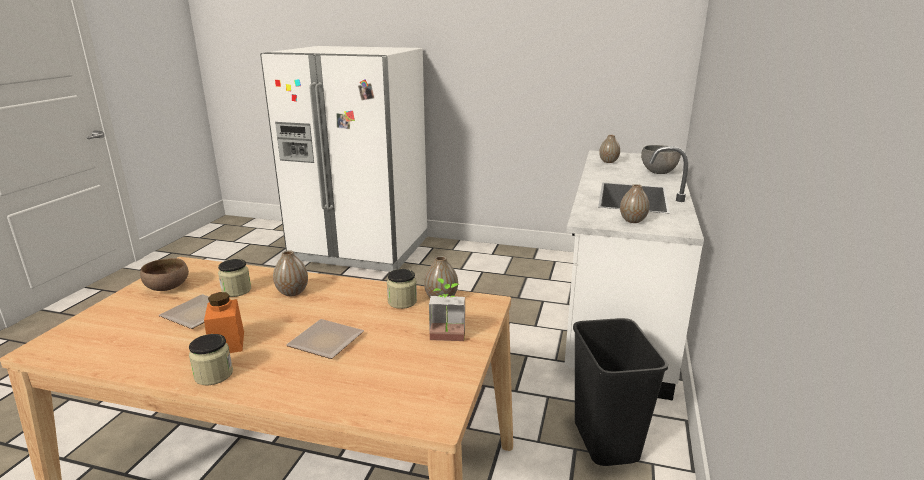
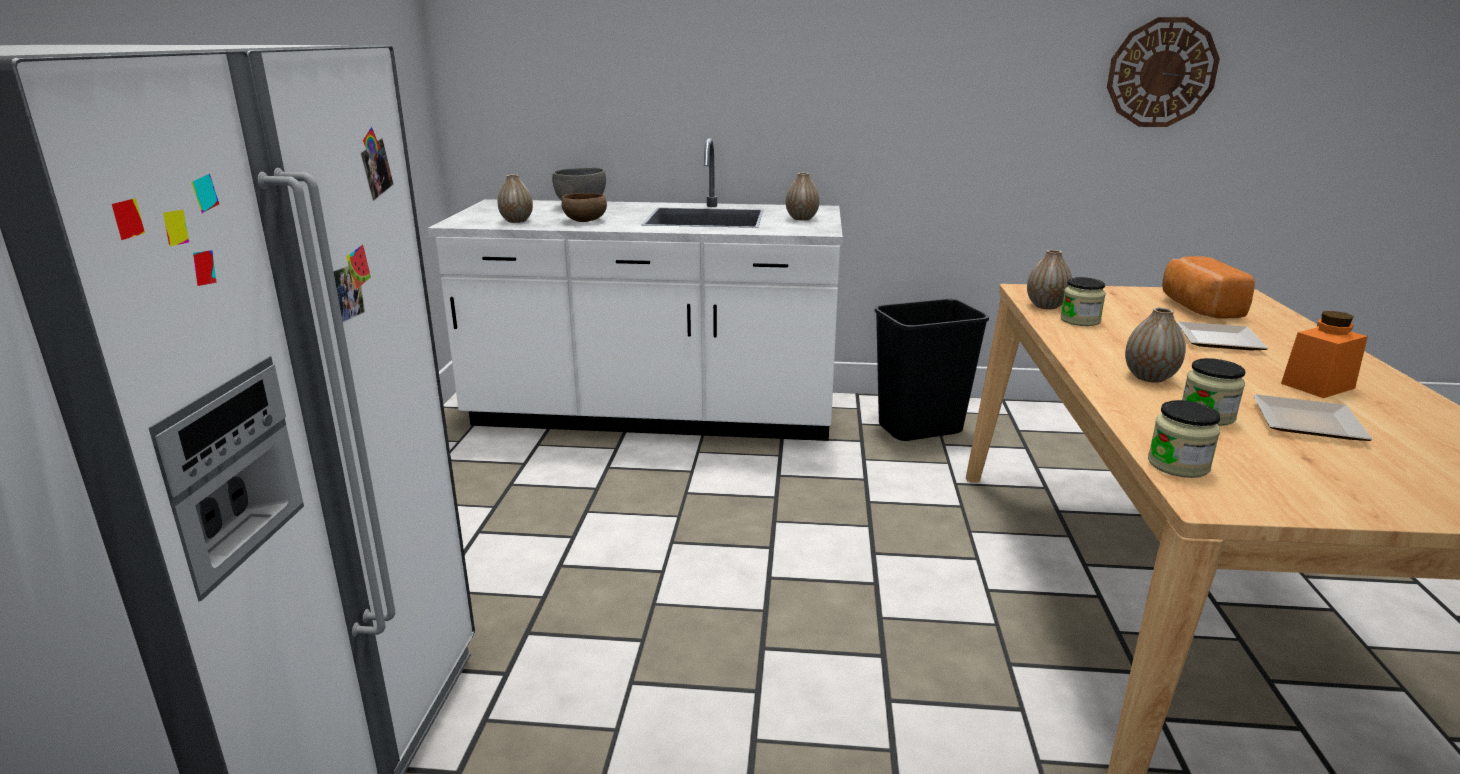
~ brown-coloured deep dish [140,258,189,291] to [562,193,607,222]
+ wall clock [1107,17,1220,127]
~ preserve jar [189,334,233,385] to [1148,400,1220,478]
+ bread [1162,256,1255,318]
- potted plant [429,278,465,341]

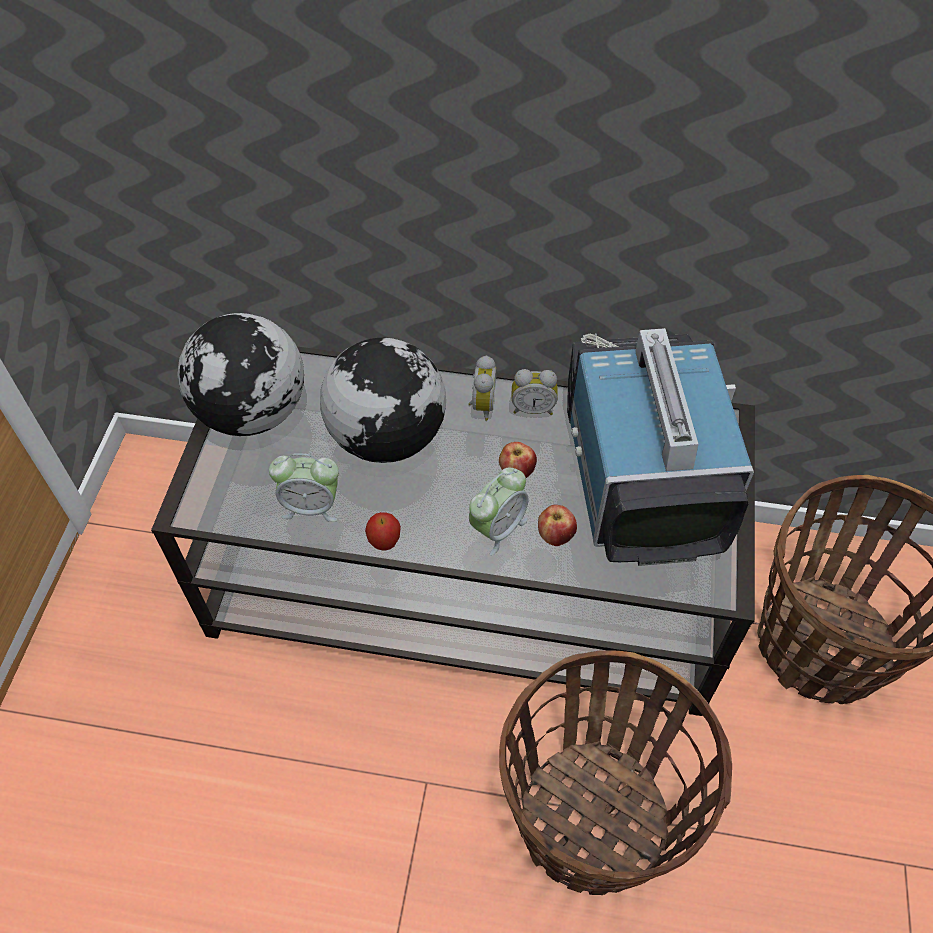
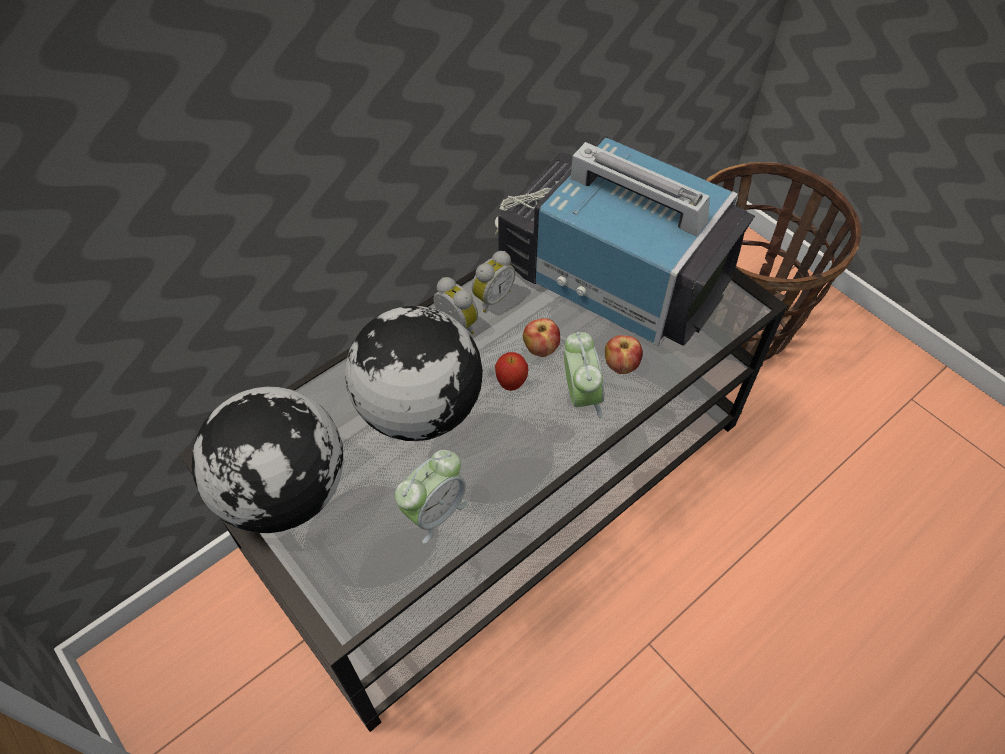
~ apple [365,512,401,551] to [495,352,528,391]
- storage basket [499,650,732,895]

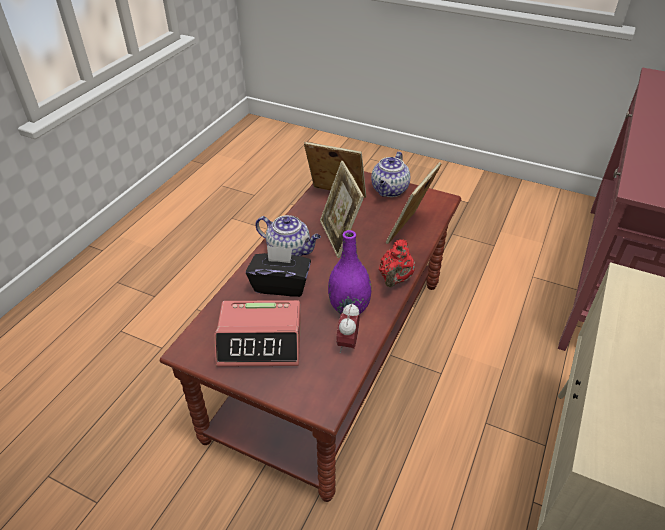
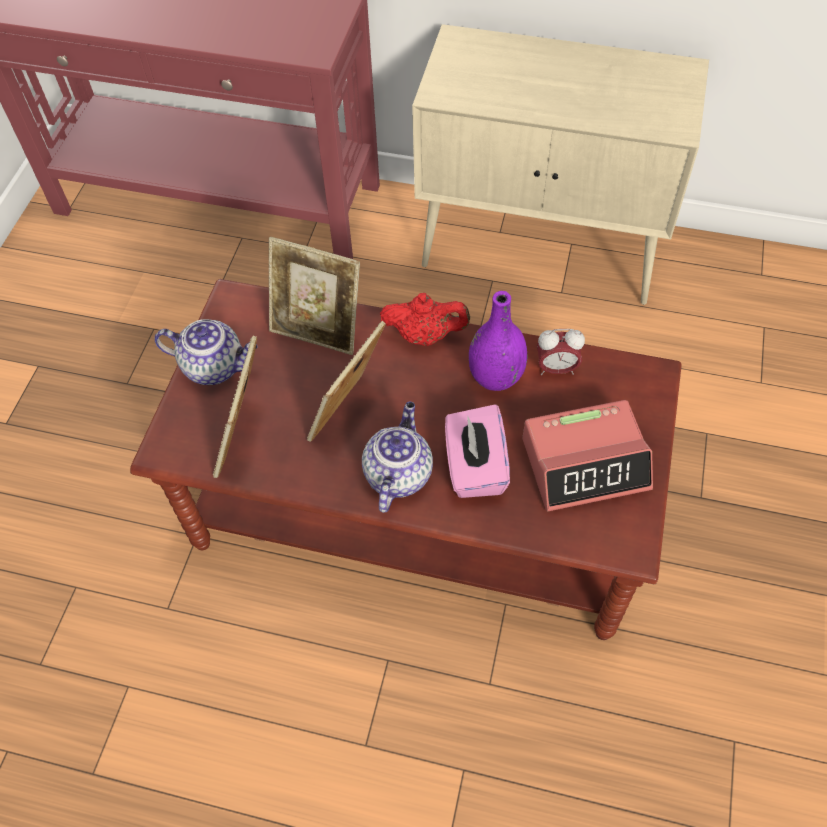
~ photo frame [320,161,364,258] = [307,321,386,442] 150 degrees clockwise
~ black tissue holder [246,245,311,297] to pink tissue holder [445,404,510,498]
~ table clock [214,300,301,367] = [522,400,653,512] 90 degrees clockwise

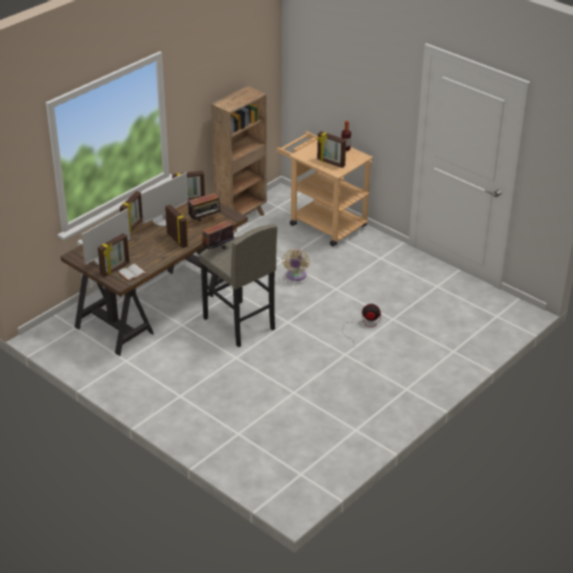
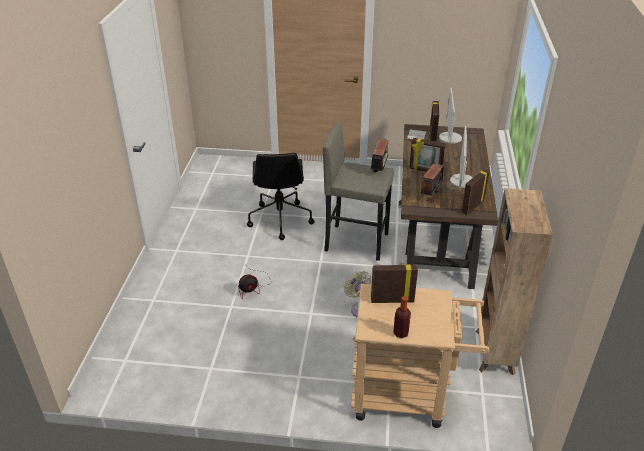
+ black desk chair [247,152,315,240]
- photo frame [120,191,143,232]

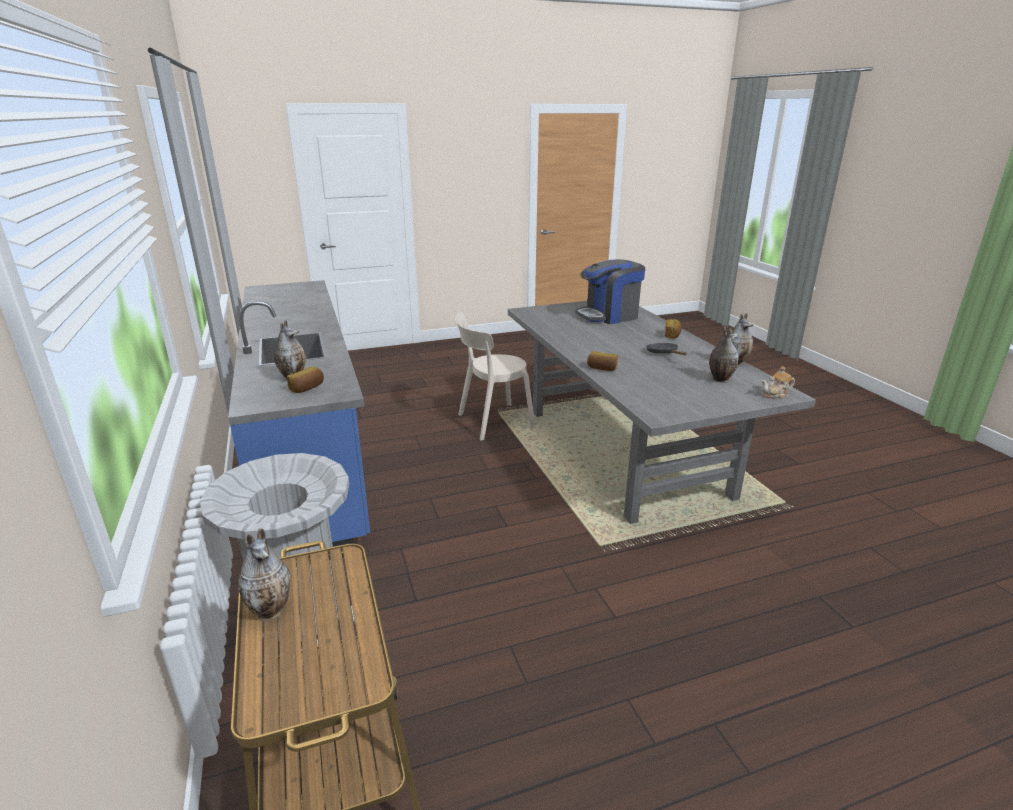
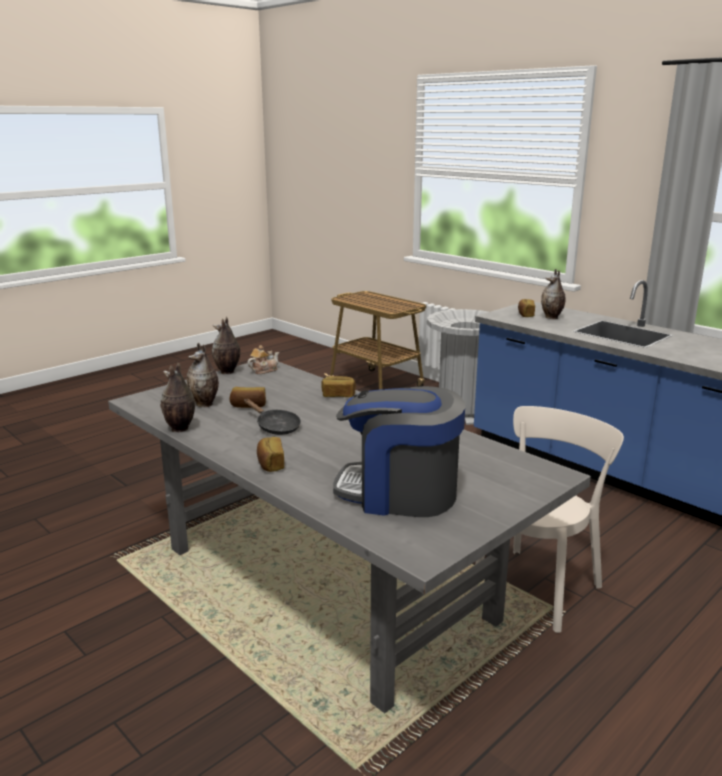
~ vase [238,528,290,621] to [212,317,240,374]
+ bread [230,387,266,408]
~ teapot [761,366,795,399] to [247,345,279,374]
~ coffee brewer [575,259,645,324] = [333,386,465,517] 120 degrees counterclockwise

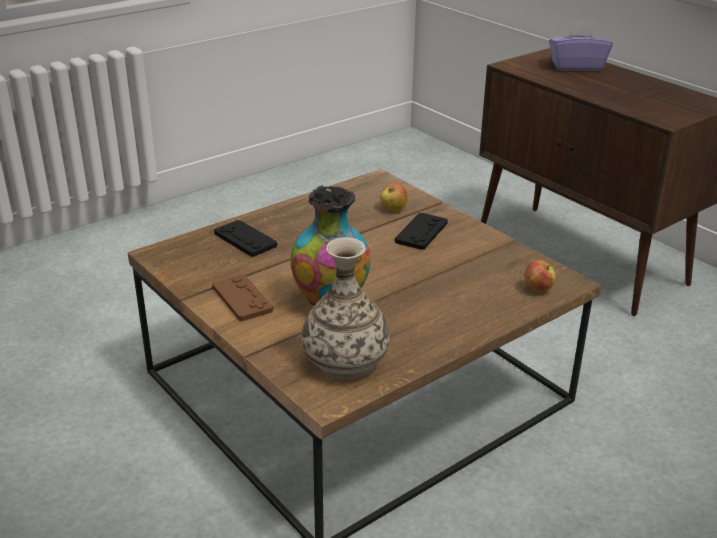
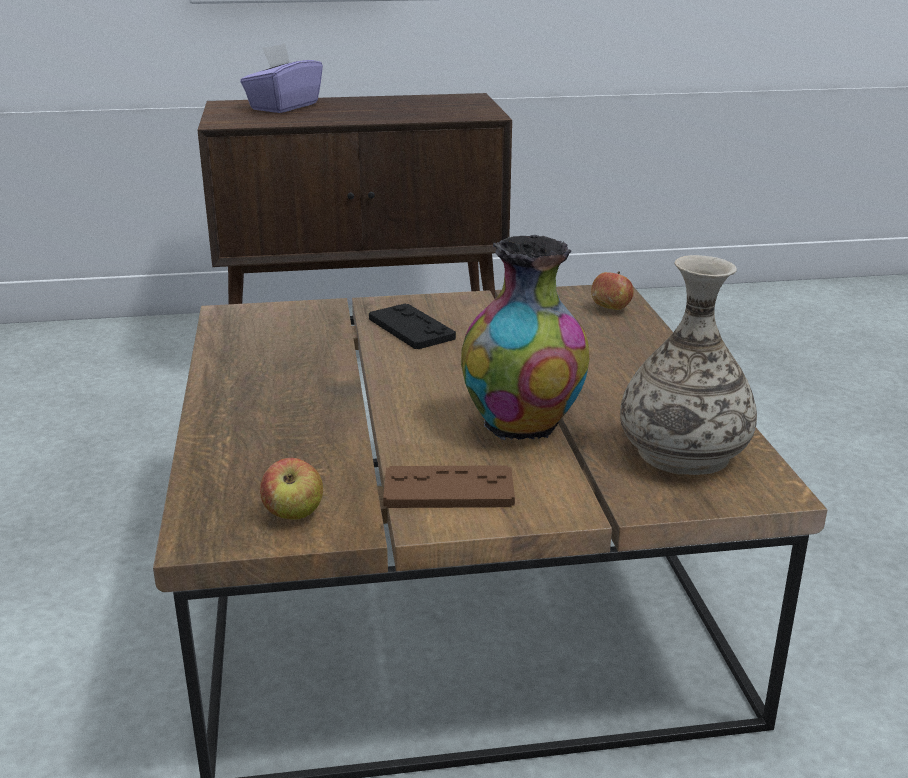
~ apple [380,183,408,211] to [260,458,323,520]
- black game controller [214,220,277,257]

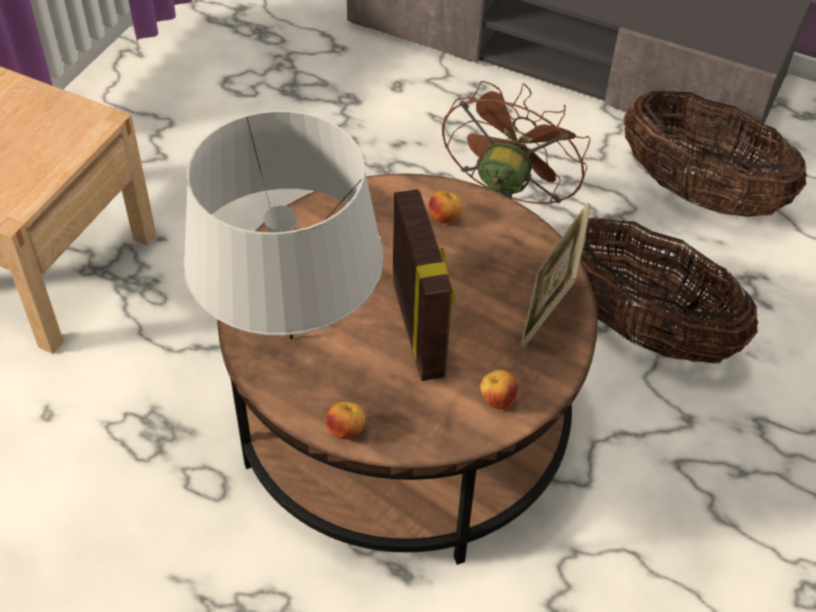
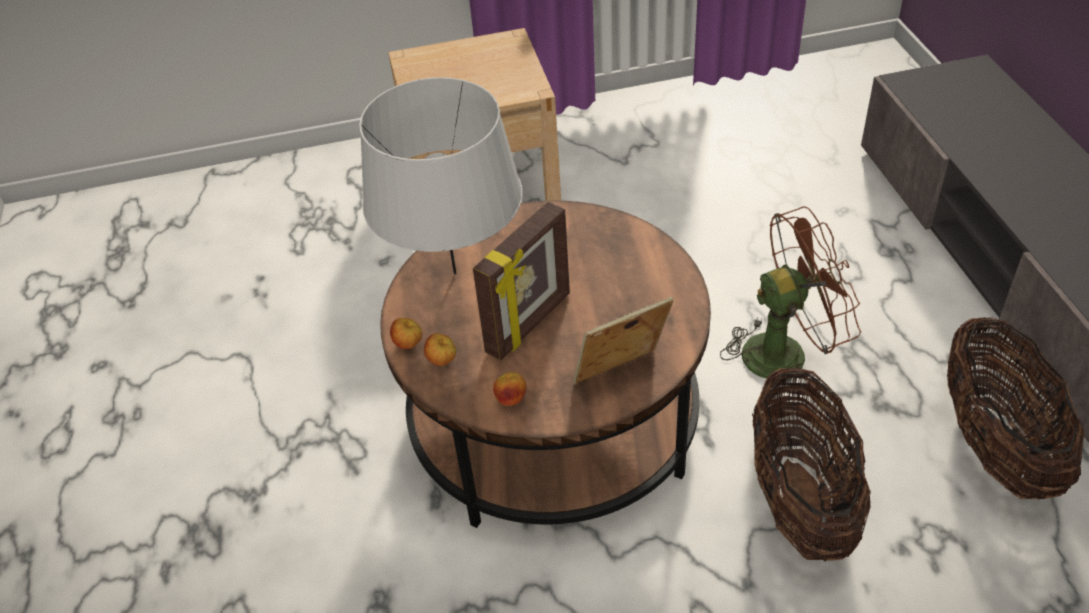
~ apple [429,190,462,223] to [424,333,456,366]

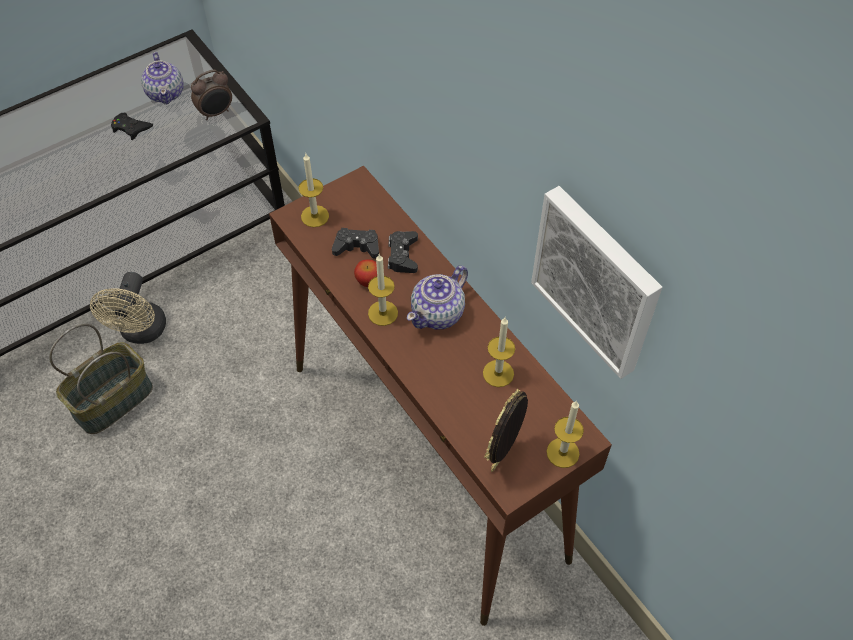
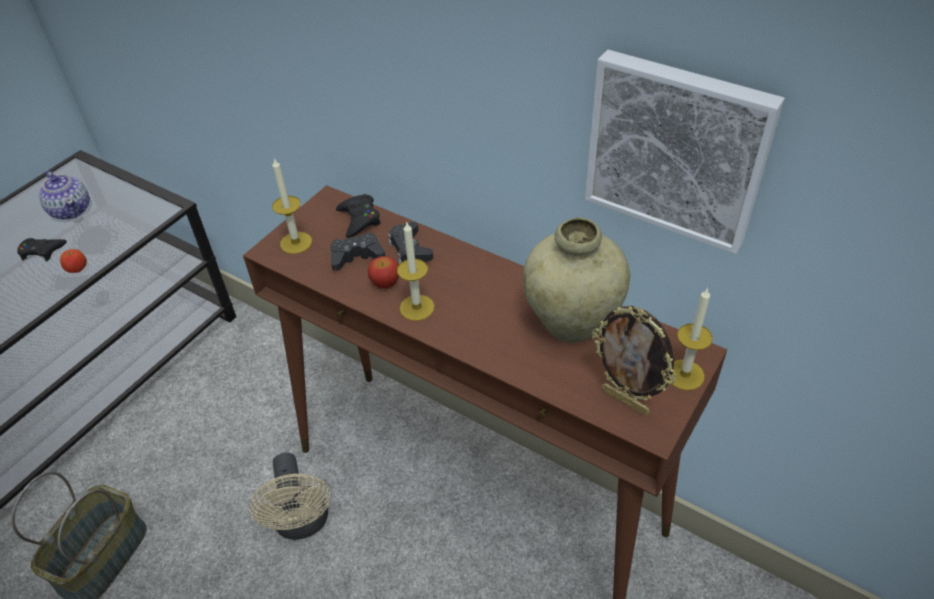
+ apple [60,249,87,273]
~ beige-coloured cooling fan [90,272,166,344] to [250,453,331,540]
+ black game controller [336,194,381,238]
~ candle [483,318,515,387] to beige-coloured vase [523,217,630,343]
~ photo frame [484,389,528,472] = [592,306,677,415] 60 degrees counterclockwise
- table clock [191,70,232,120]
- teapot [407,266,468,330]

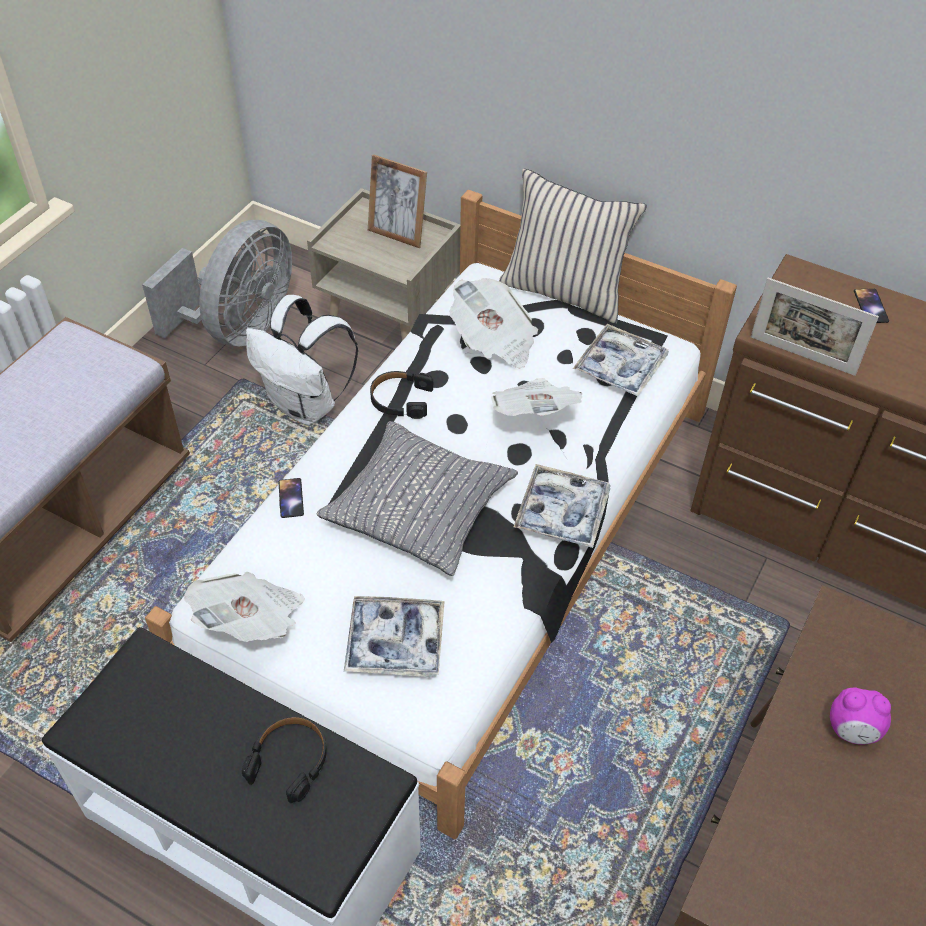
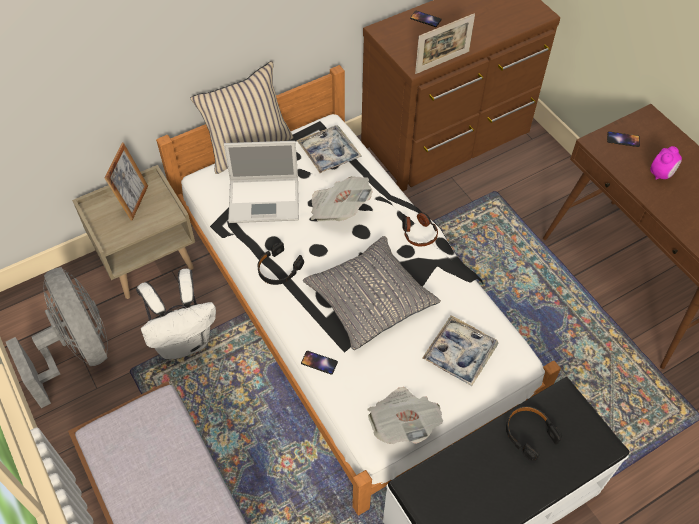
~ photo frame [368,154,427,248] = [105,143,148,221] 45 degrees counterclockwise
~ newspaper [449,278,538,368] to notebook computer [224,141,299,223]
~ tray [513,464,611,548] to headset [402,212,438,246]
+ handset [607,131,640,147]

